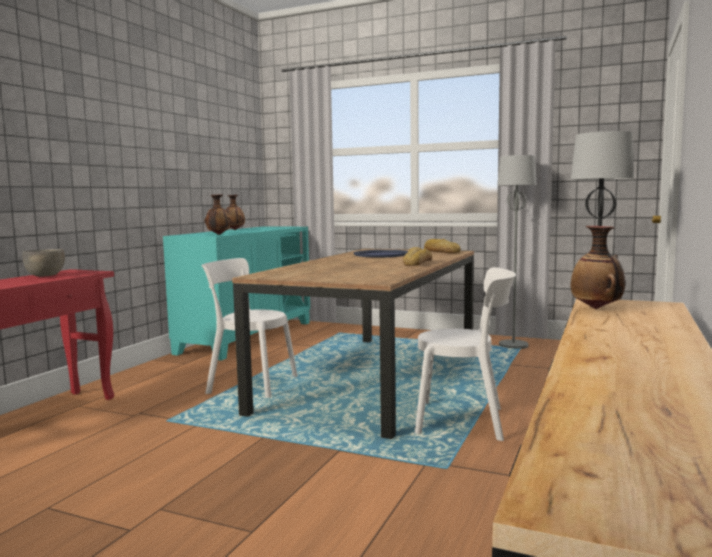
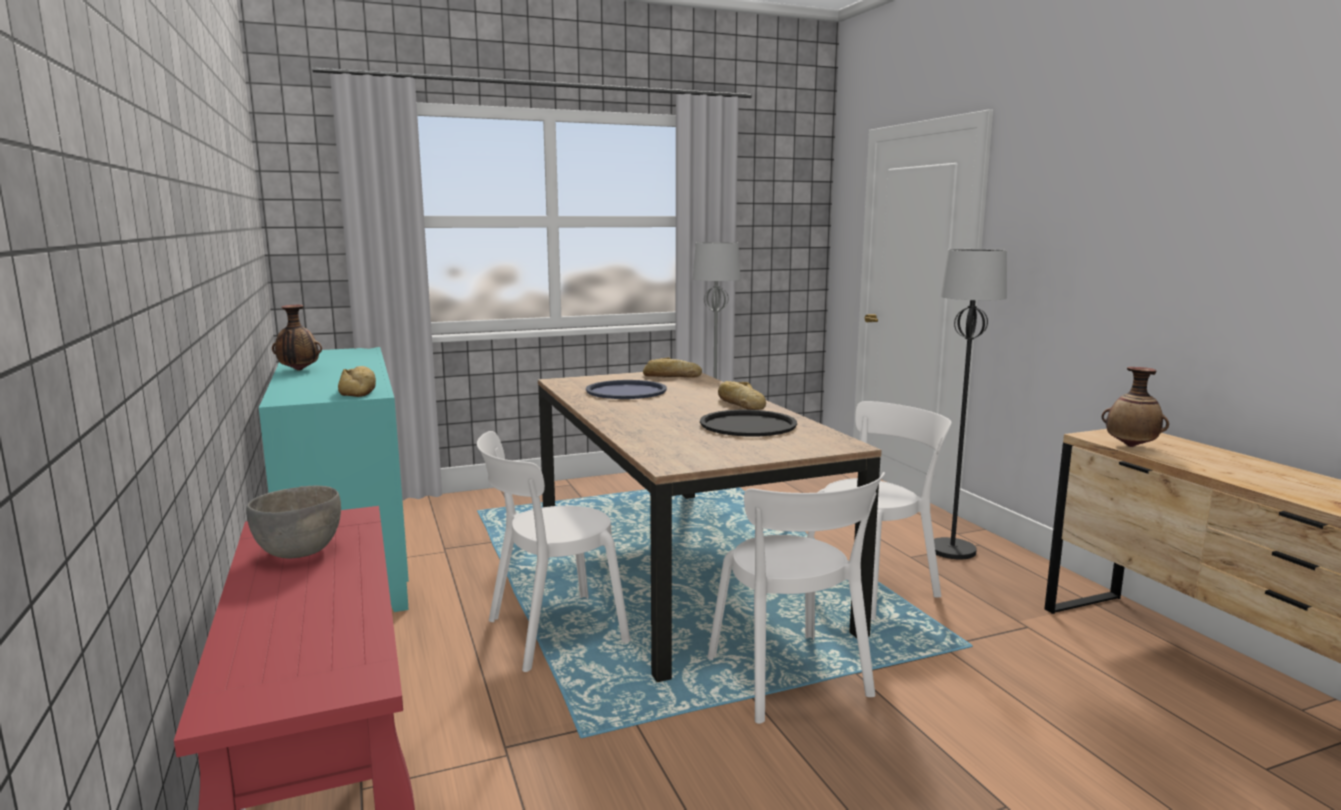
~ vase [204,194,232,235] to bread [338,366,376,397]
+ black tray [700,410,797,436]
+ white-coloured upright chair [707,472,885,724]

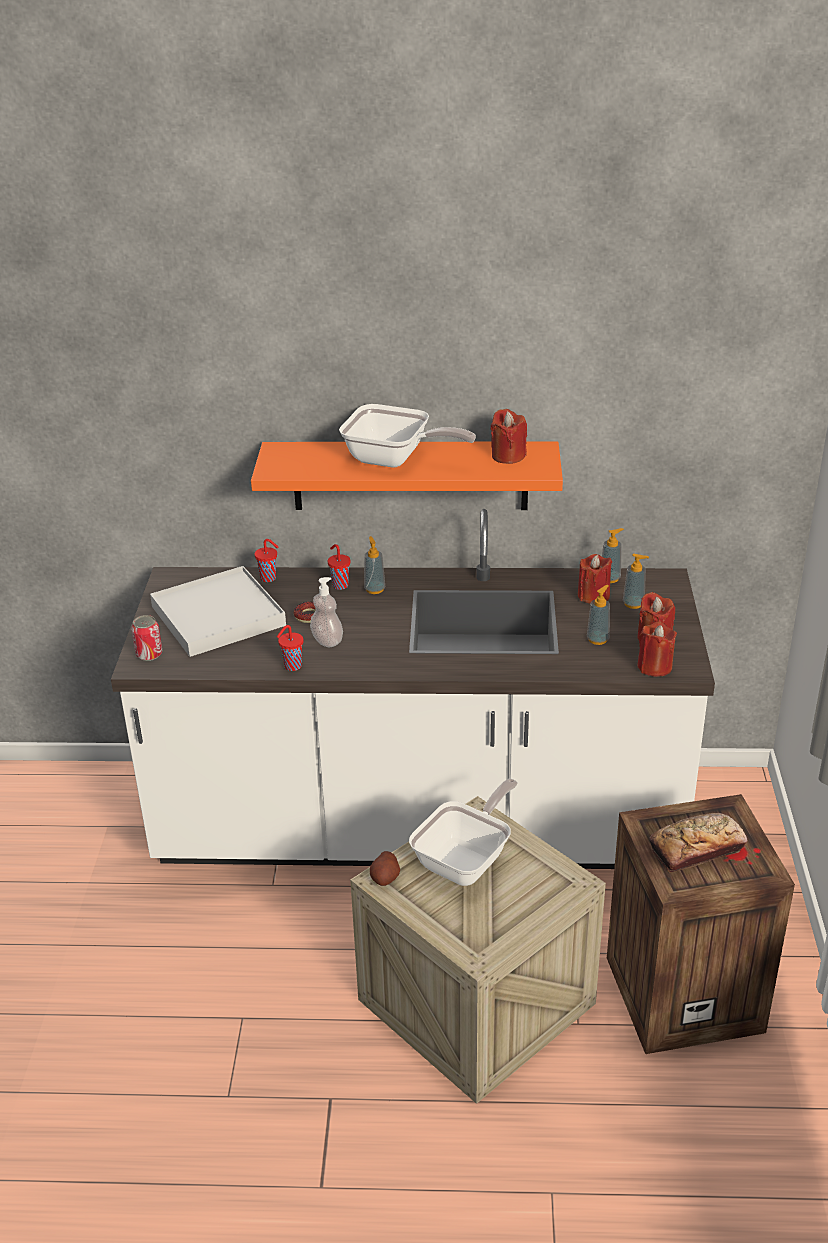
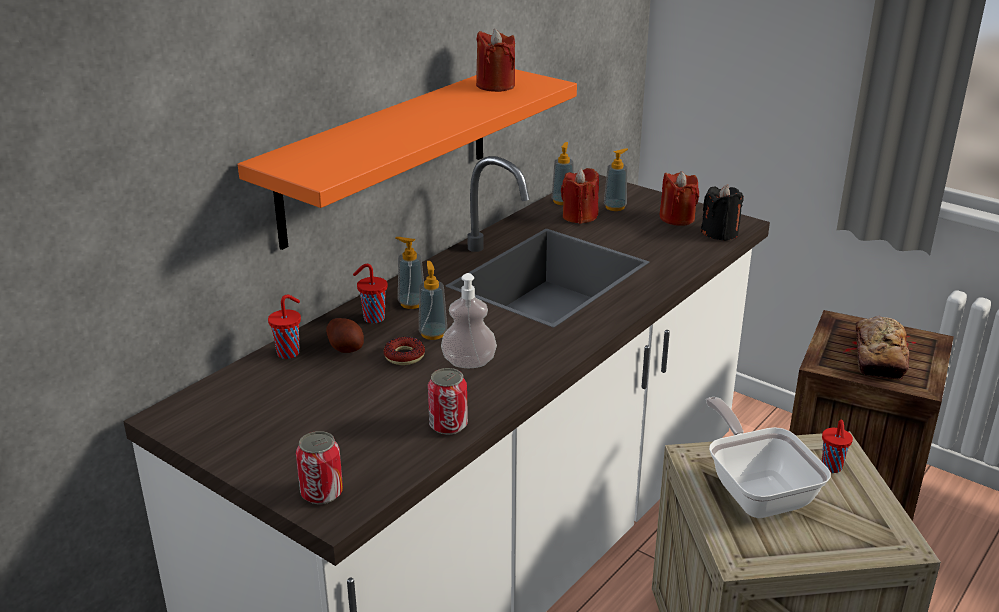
~ whole potato [370,851,400,886] to [326,318,364,353]
~ soap bottle [587,585,610,645] to [419,261,447,340]
+ metal can [428,368,468,435]
~ red-coloured candle [637,622,677,677] to black candle [701,184,744,241]
~ red-coloured drinking cup [277,625,303,671] to [822,420,853,473]
- white-coloured tray [150,566,286,657]
- frying pan [339,404,476,468]

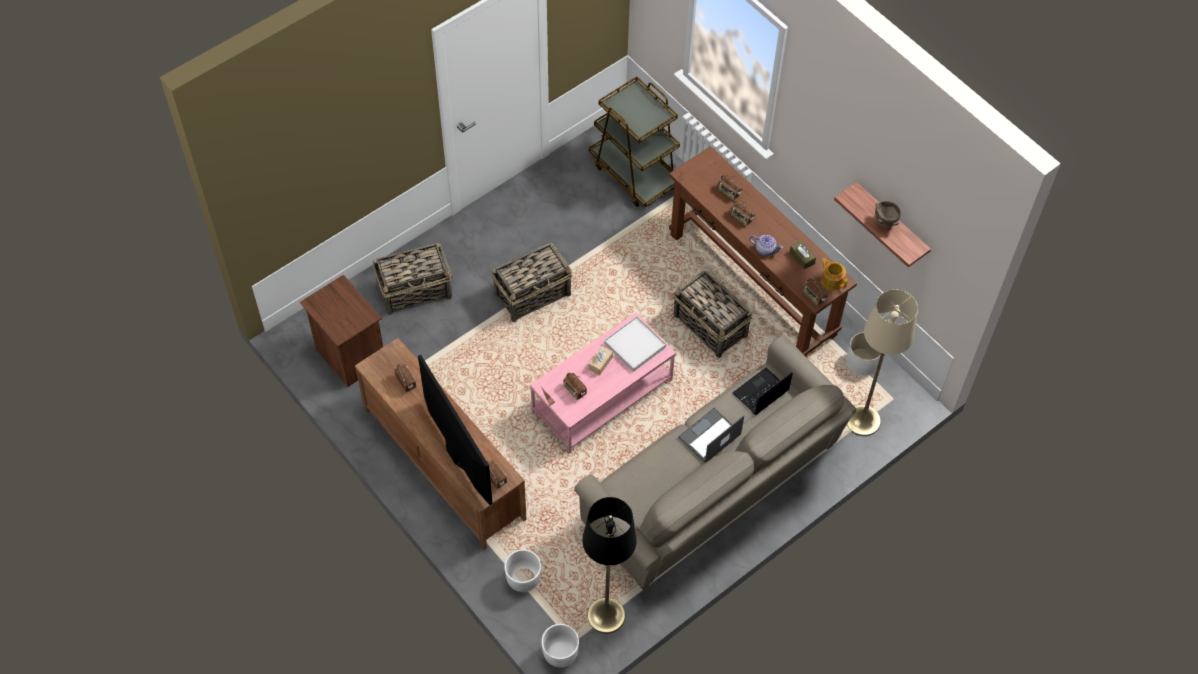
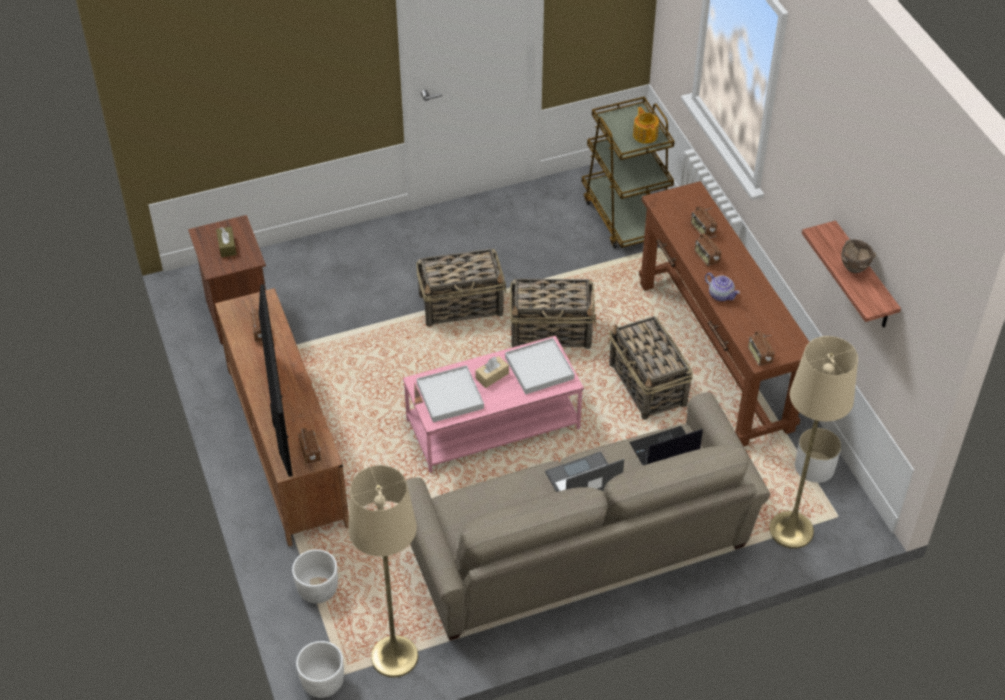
~ brown-coloured tissue holder [790,240,816,269] to [216,227,237,258]
~ black standing lamp [582,497,637,634] to beige-coloured standing lamp [348,465,418,678]
~ radio set [564,372,587,400] to white-coloured tray [417,365,484,422]
~ storage basket [373,243,453,315] to [510,279,596,349]
~ teapot [821,258,848,290] to [633,107,659,144]

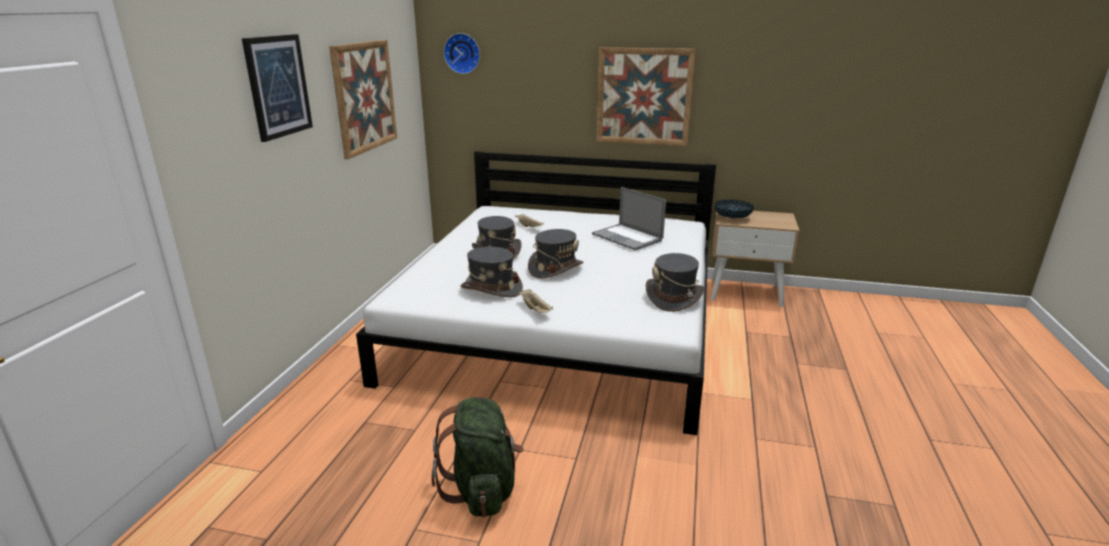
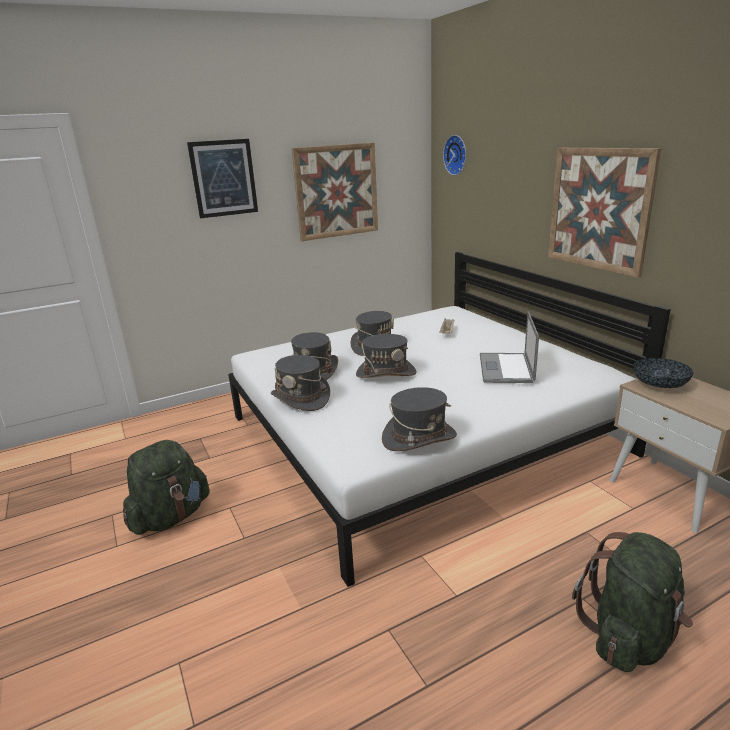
~ beige-coloured tray [518,289,553,313] to gray wearable hat [271,355,330,411]
+ green knapsack [572,532,693,672]

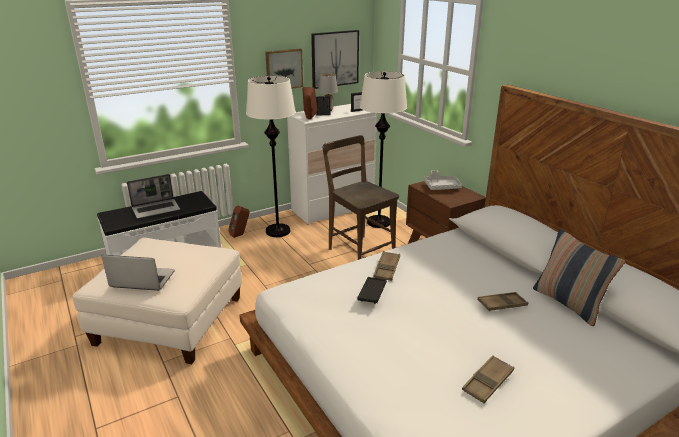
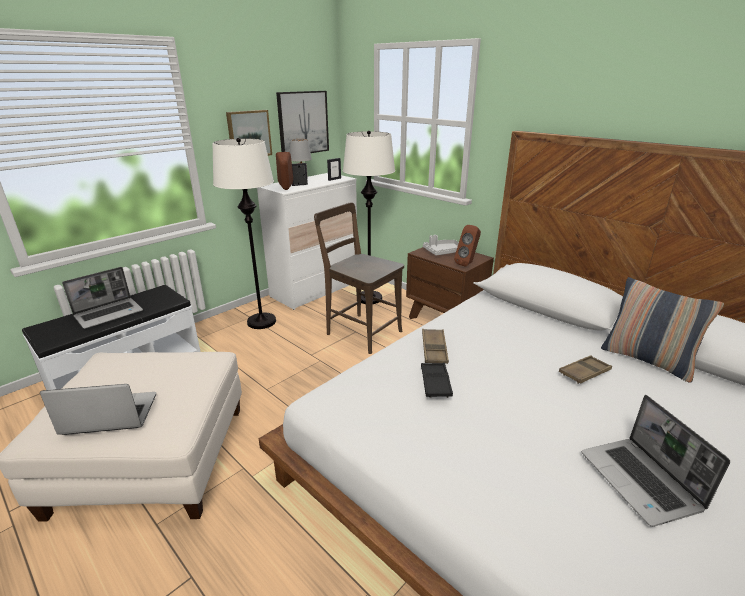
~ brown-coloured speaker [228,206,250,238] to [454,225,481,267]
~ brown-coloured tray [462,355,515,403] to notebook computer [582,395,730,527]

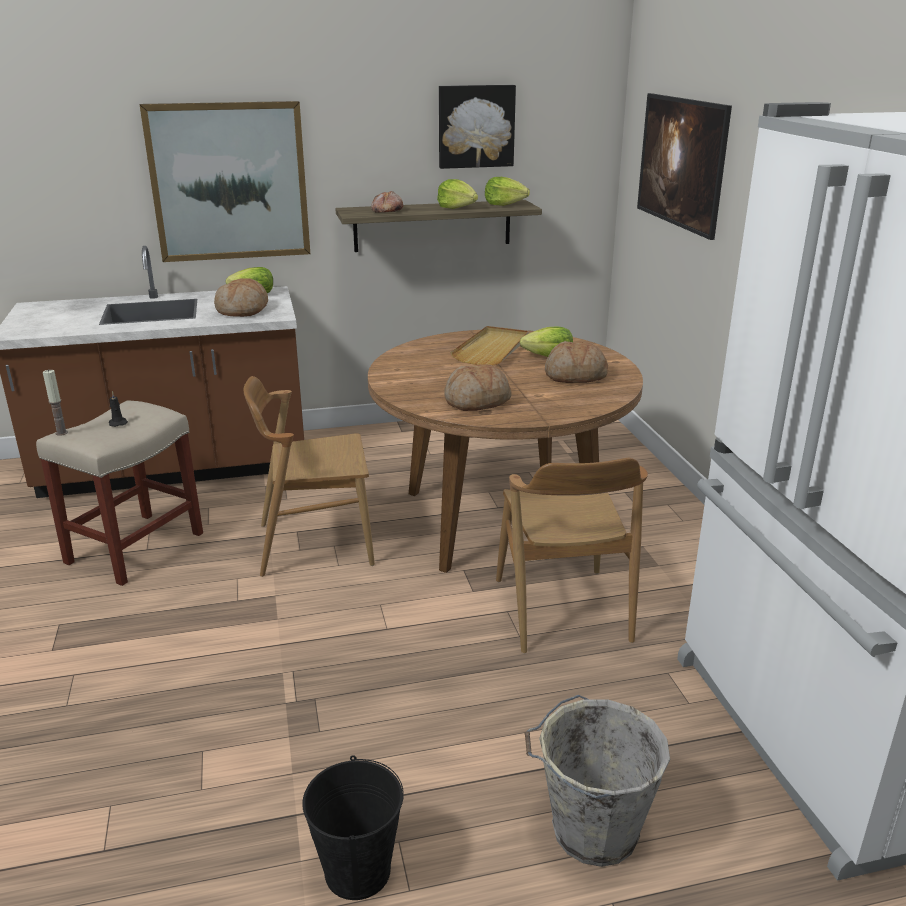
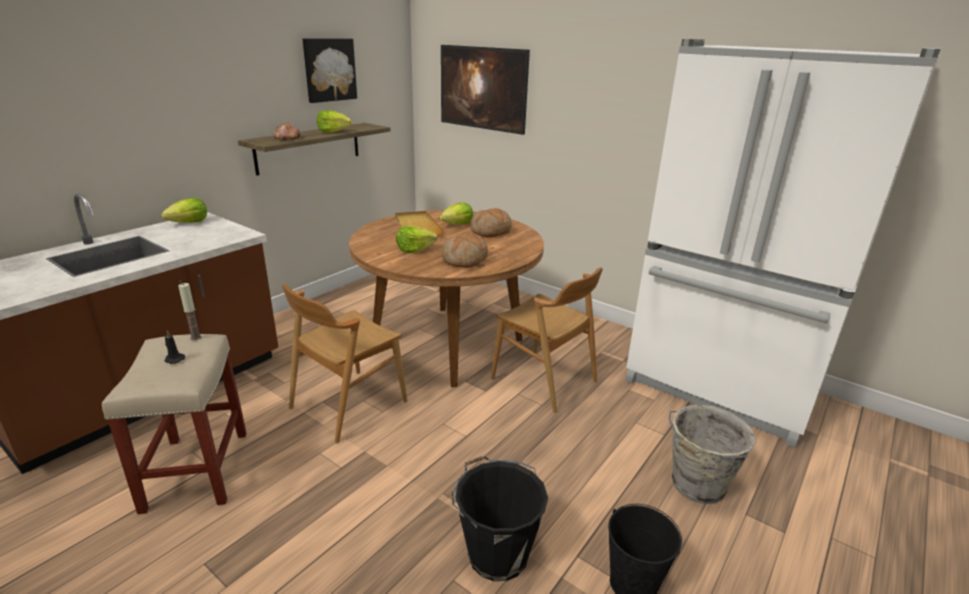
~ candle [43,369,68,436] to [178,283,201,340]
~ lettuce head [485,177,530,206] to [396,226,437,253]
+ black water bucket [452,456,548,581]
- picture [140,101,310,262]
- bread [214,278,268,317]

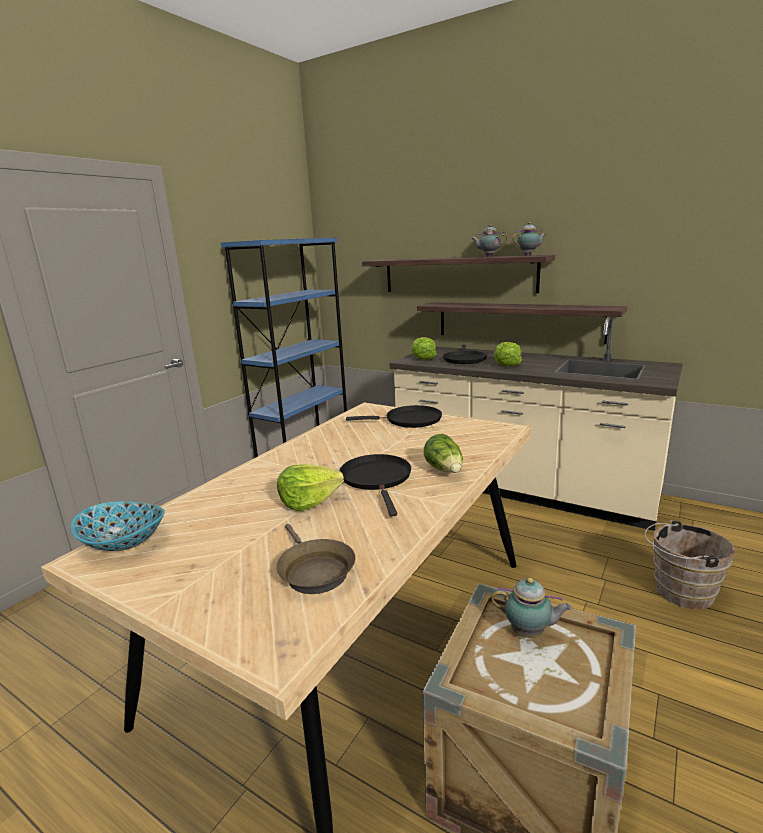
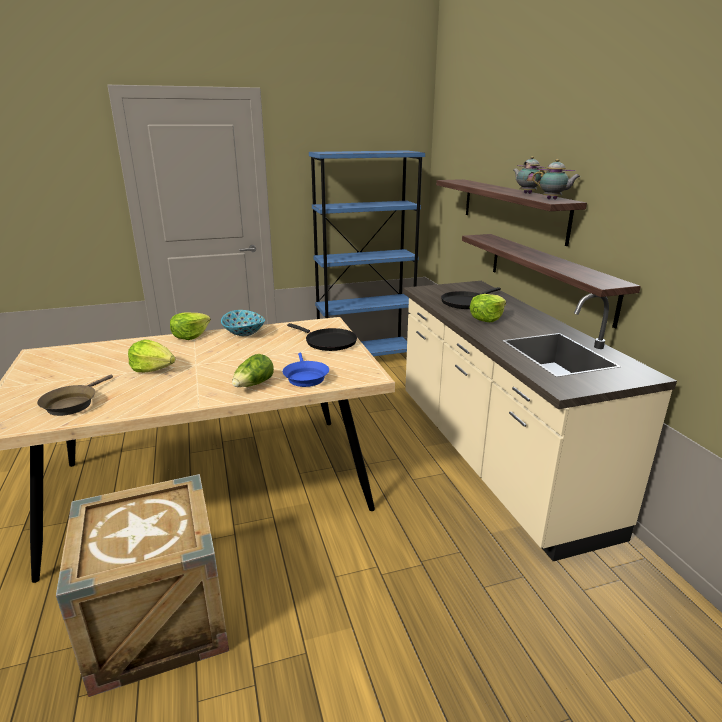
~ lettuce head [411,337,437,359] to [170,312,211,340]
~ deep dish [70,501,165,551] to [221,310,265,336]
+ blue-coloured frying pan [283,353,329,387]
- black frying pan [339,454,411,517]
- teapot [491,577,572,638]
- brown-coloured water bucket [645,520,736,609]

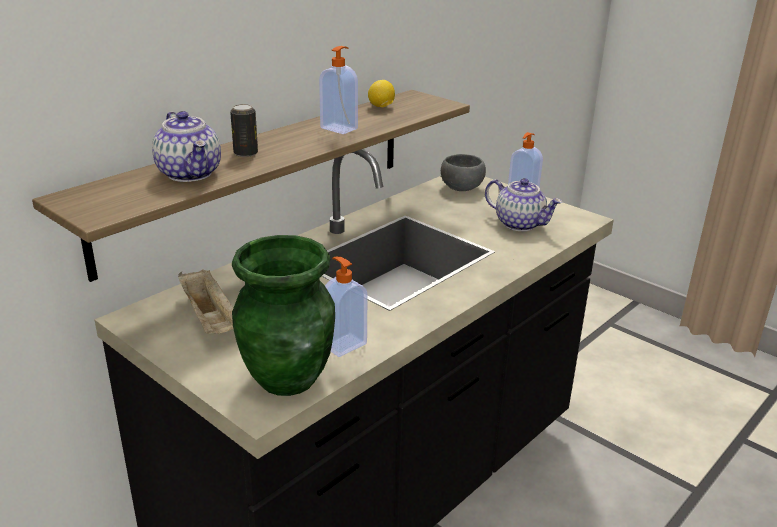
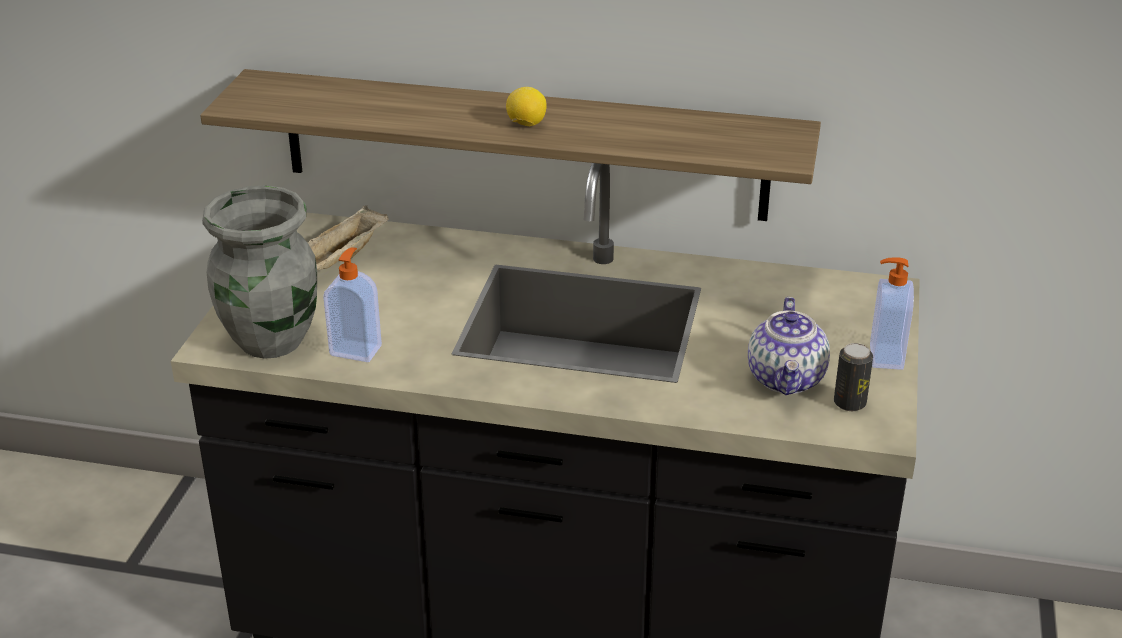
~ green vase [232,235,335,396] to gray vase [202,185,317,359]
~ citrus fruit [368,80,395,107] to [506,87,547,126]
~ metal can [230,104,258,157] to [834,343,873,411]
- teapot [152,111,221,182]
- soap bottle [319,46,358,134]
- gray deep dish [441,154,486,191]

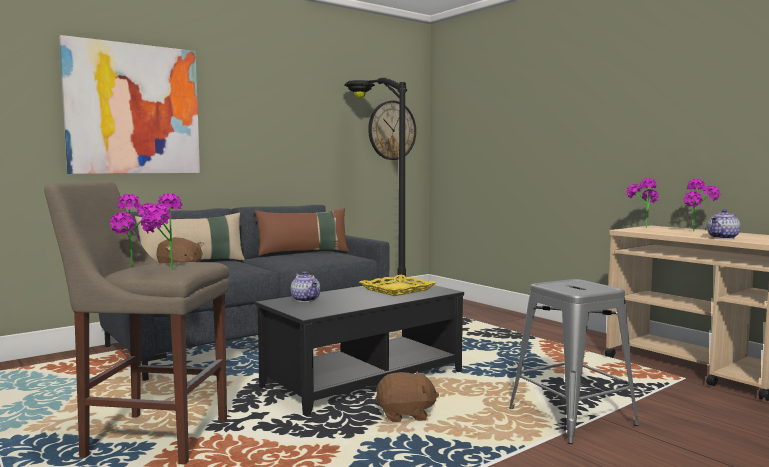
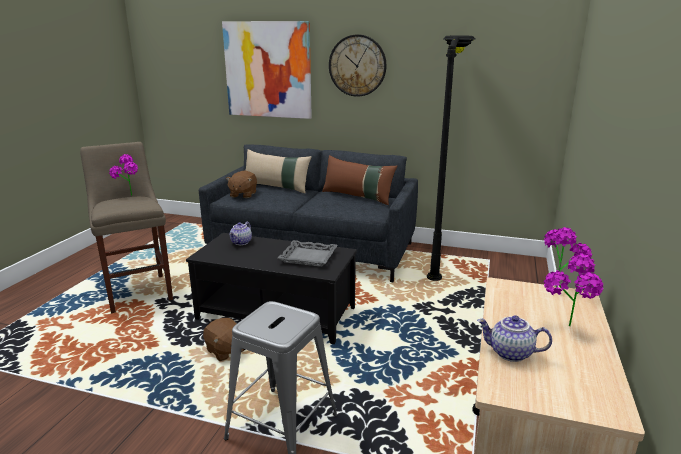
~ yellowish tray [359,275,437,296] to gray tray [278,240,338,267]
~ wall clock [368,101,416,160] to [329,34,386,97]
- potted plant [141,193,182,270]

